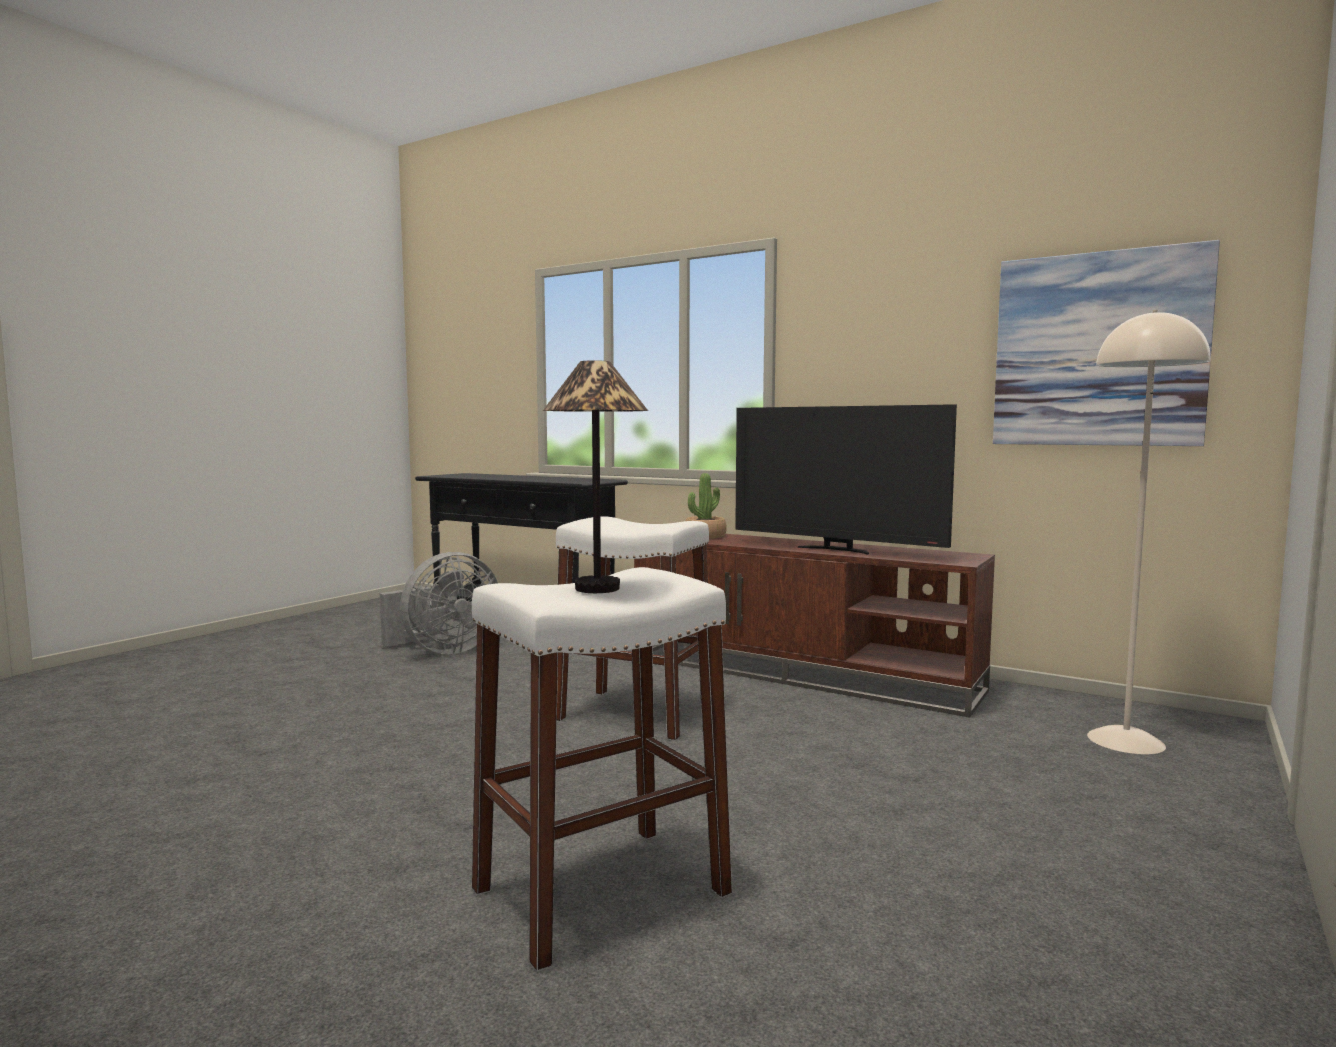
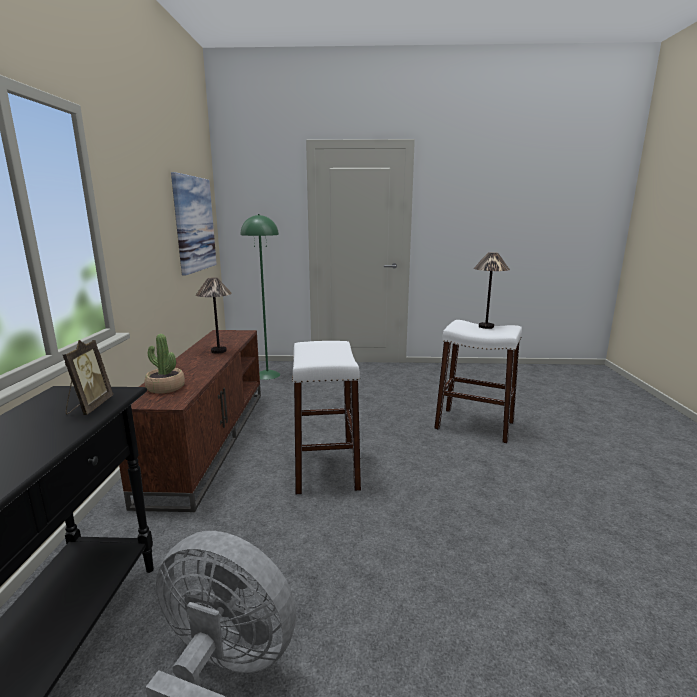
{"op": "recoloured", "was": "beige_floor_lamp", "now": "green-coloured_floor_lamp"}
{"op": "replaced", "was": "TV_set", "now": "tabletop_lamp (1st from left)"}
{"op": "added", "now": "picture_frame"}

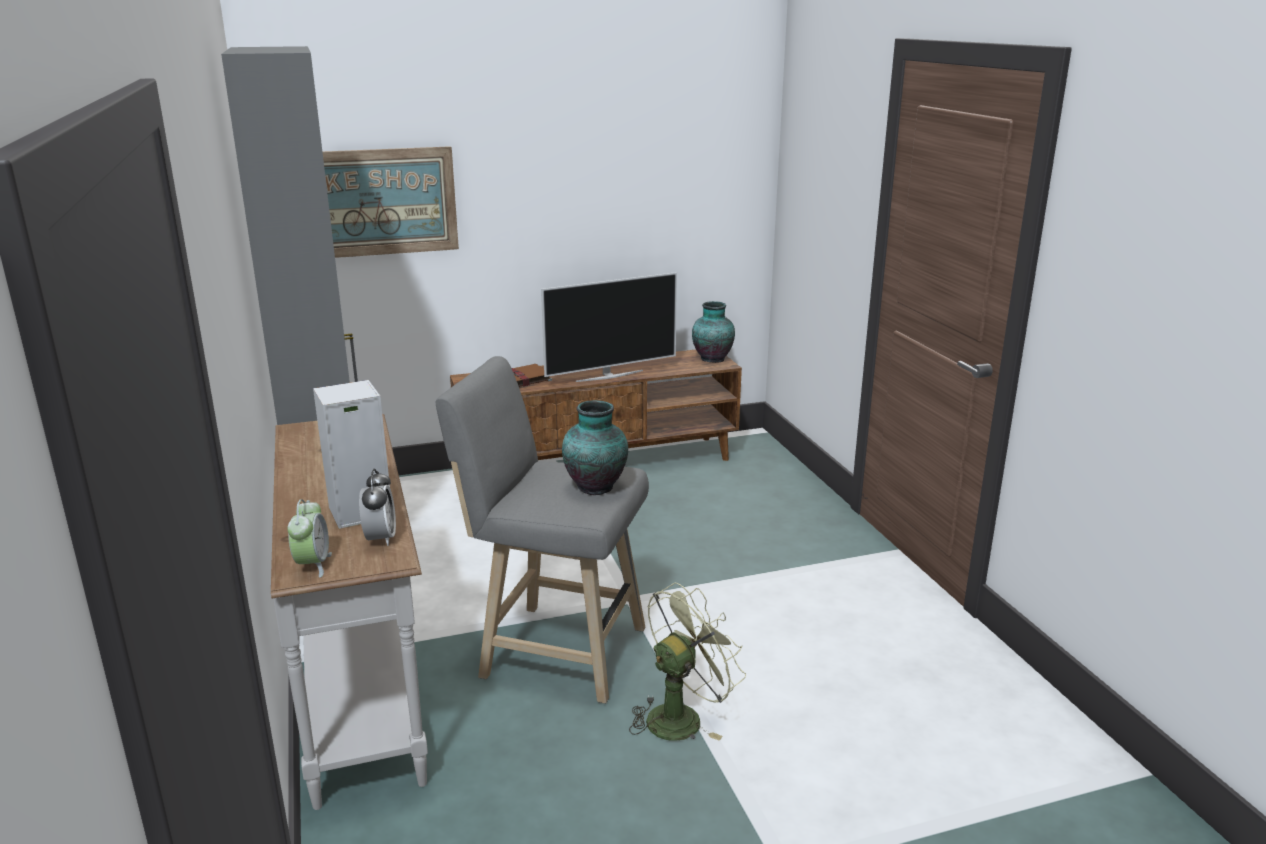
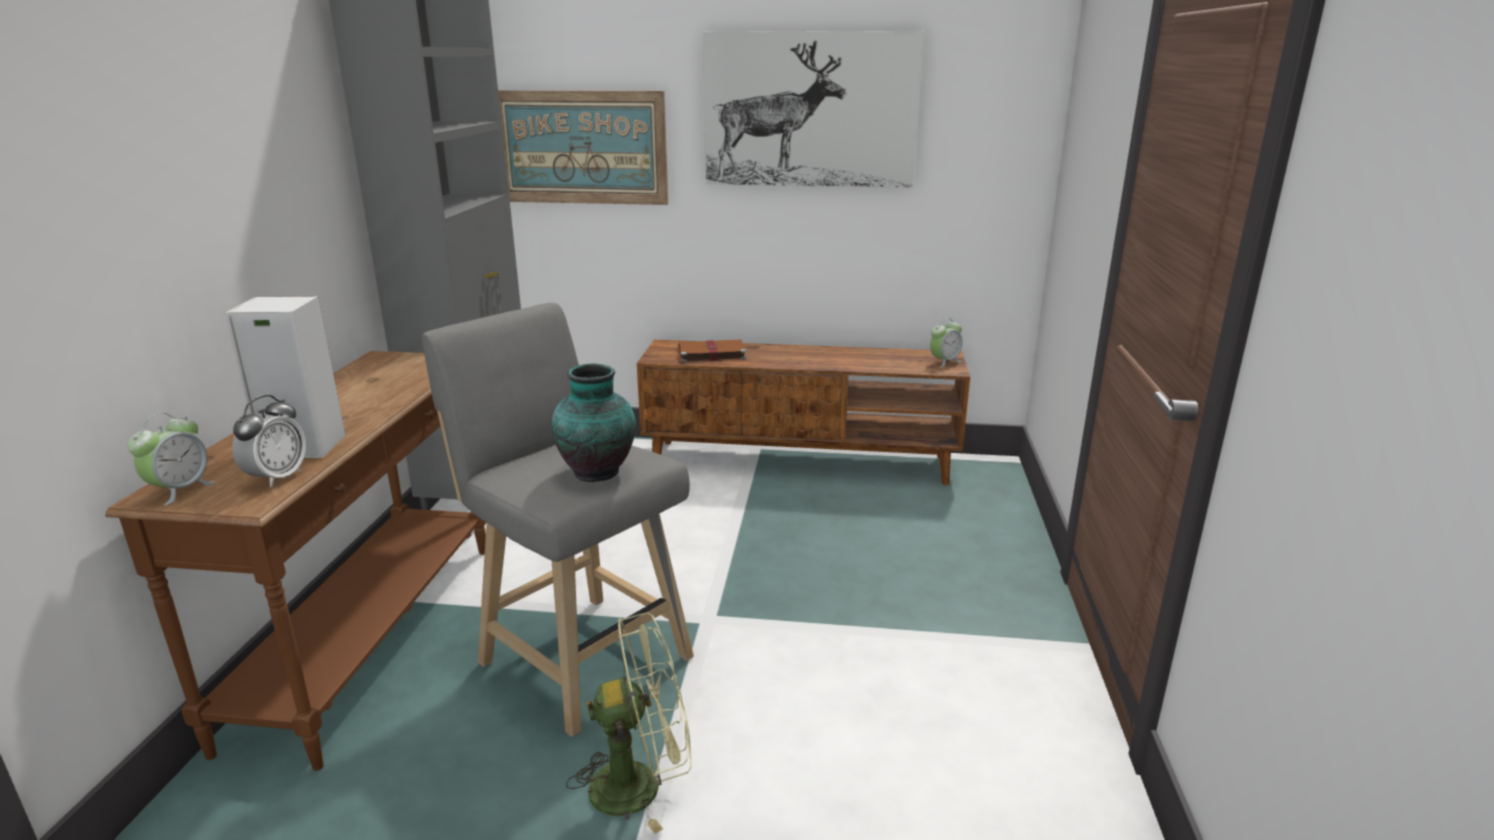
{"op": "removed", "was": "TV_set"}
{"op": "replaced", "was": "decorative_vase (2nd from left)", "now": "bedside_clock (3rd from left)"}
{"op": "recoloured", "was": "white-coloured_console_table", "now": "brown_console_table"}
{"op": "added", "now": "wall_art (2nd from left)"}

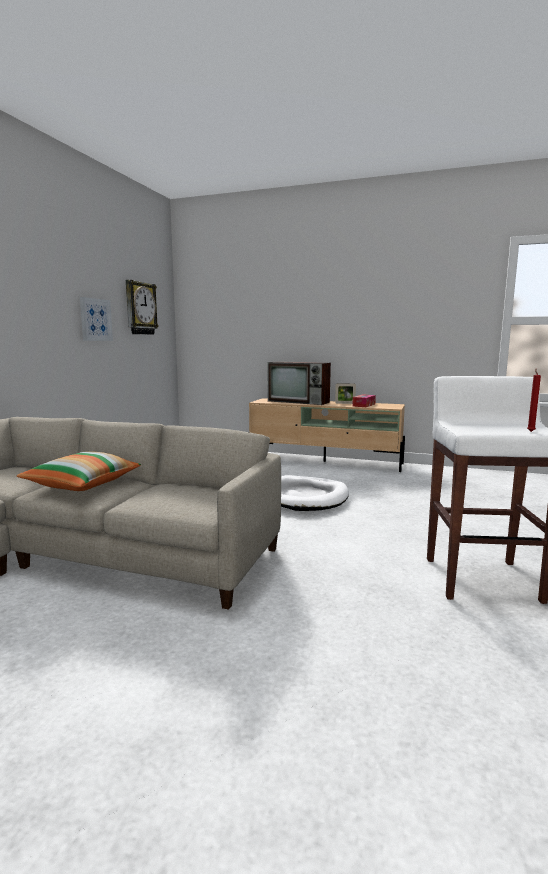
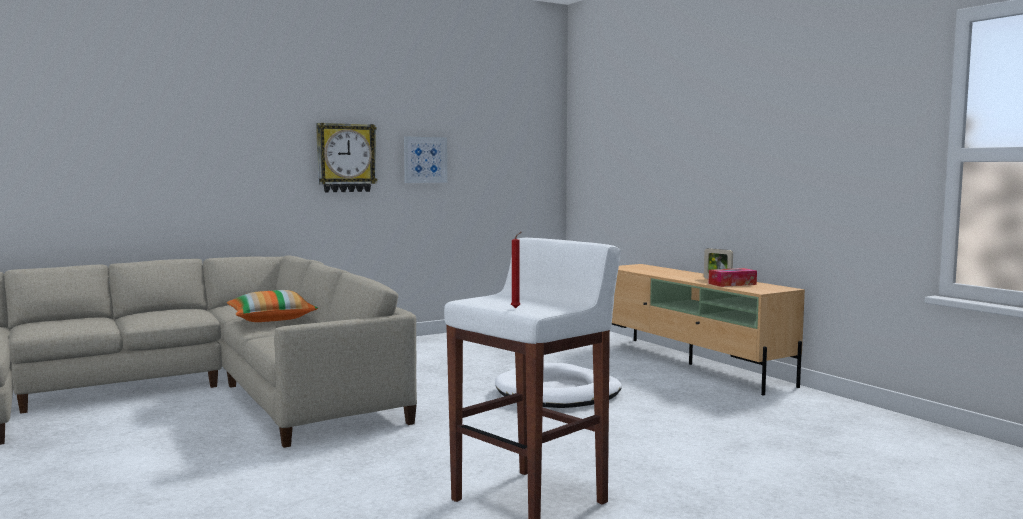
{"op": "moved", "was": "wall_clock"}
{"op": "removed", "was": "TV_set"}

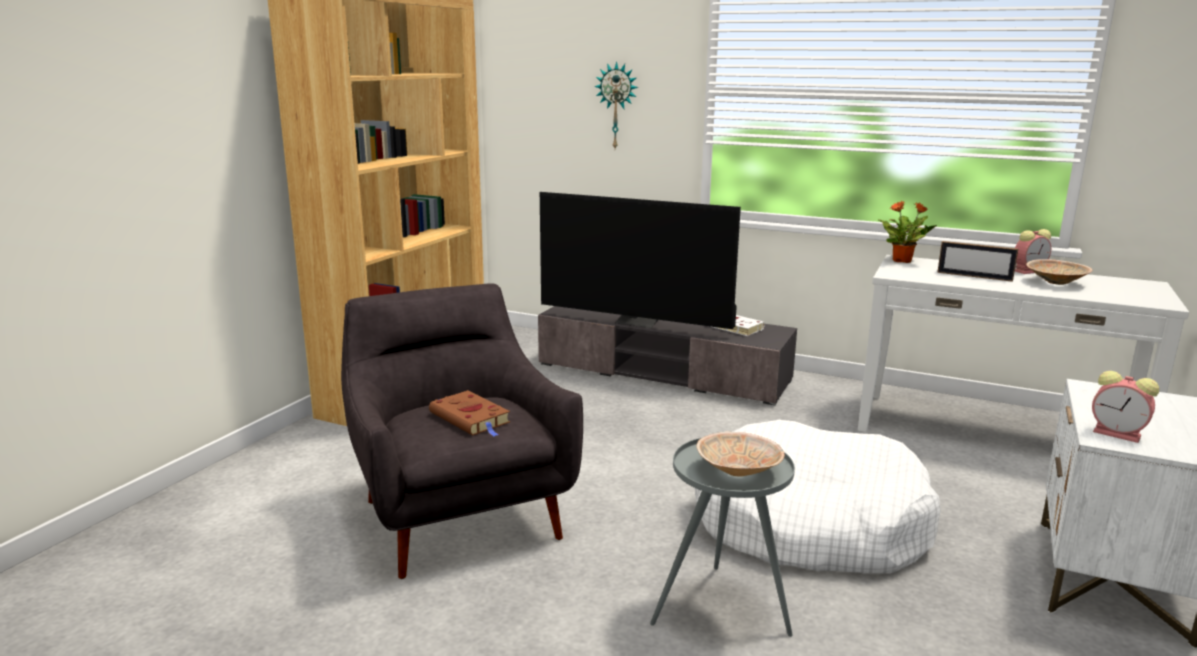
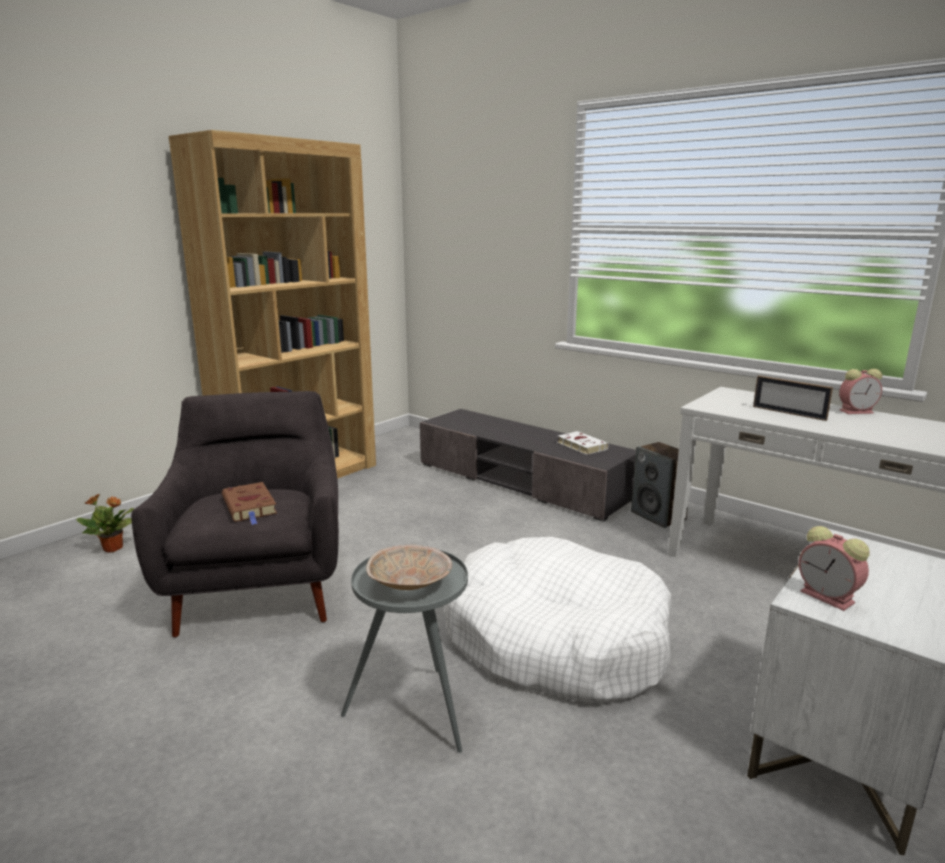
{"op": "removed", "was": "wall_clock"}
{"op": "removed", "was": "TV_set"}
{"op": "moved", "was": "potted_plant"}
{"op": "removed", "was": "beige_serving_bowl (2nd from left)"}
{"op": "added", "now": "audio_speaker"}

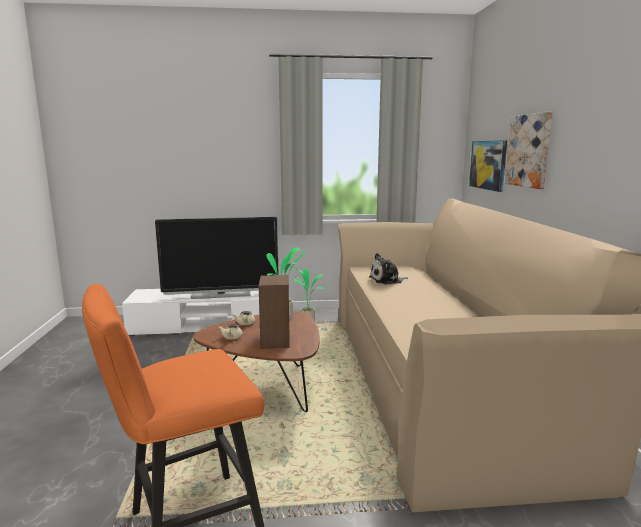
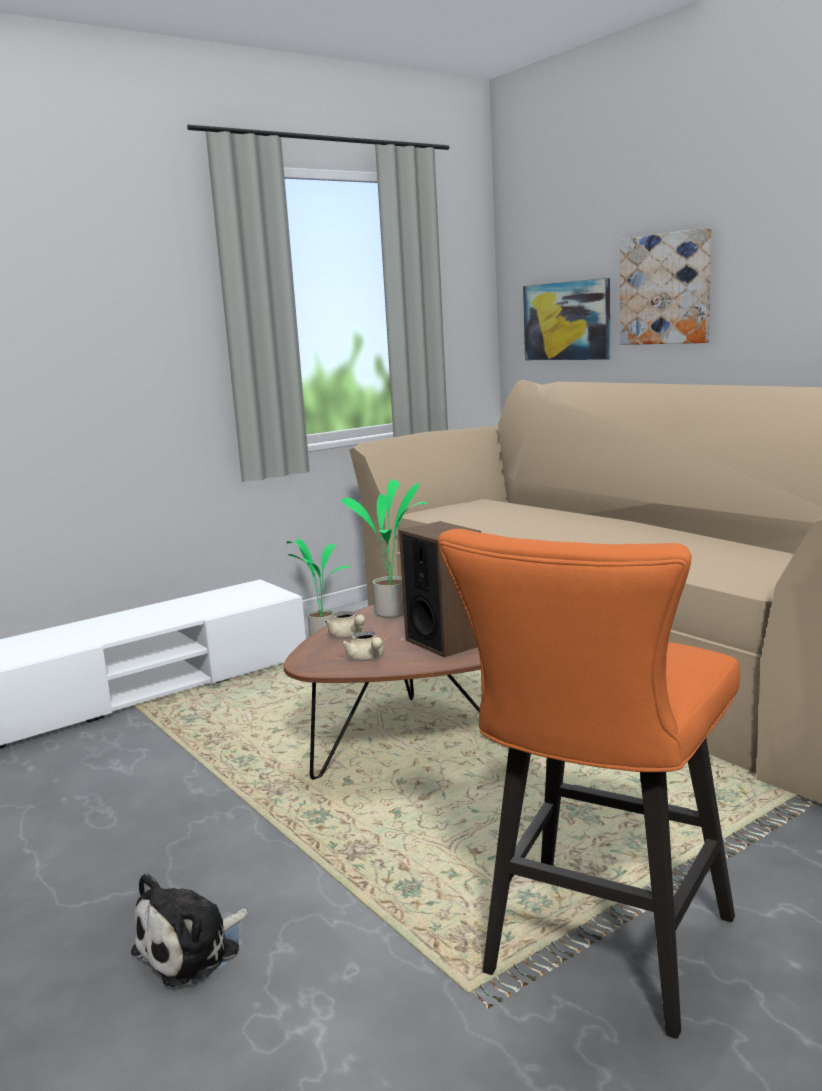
{"op": "removed", "was": "TV_set"}
{"op": "moved", "was": "soft_toy"}

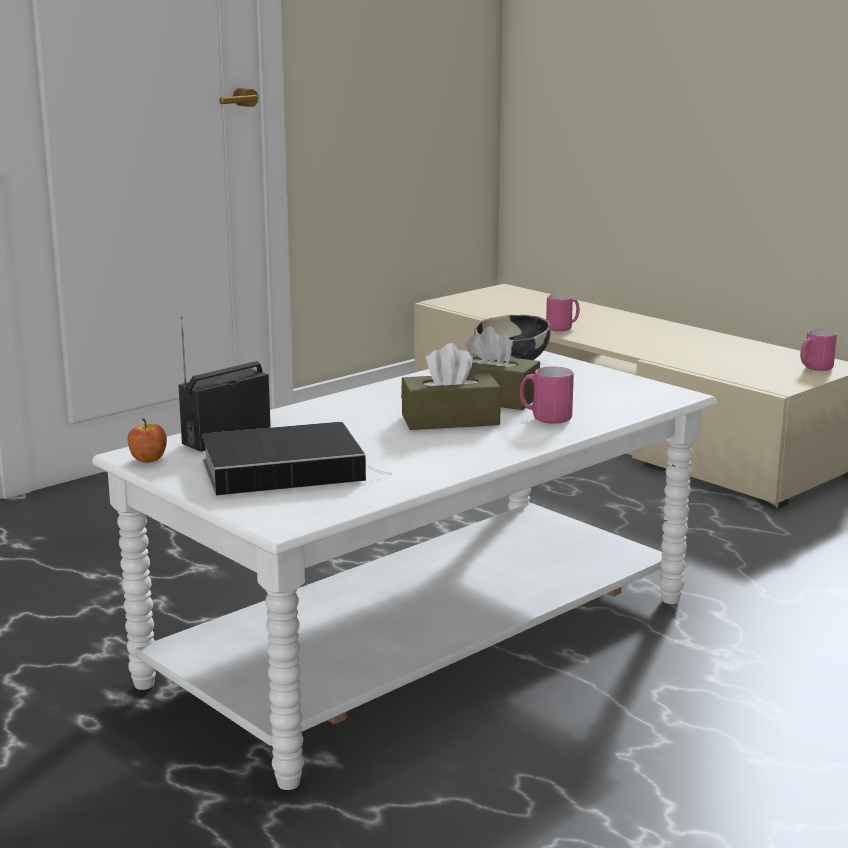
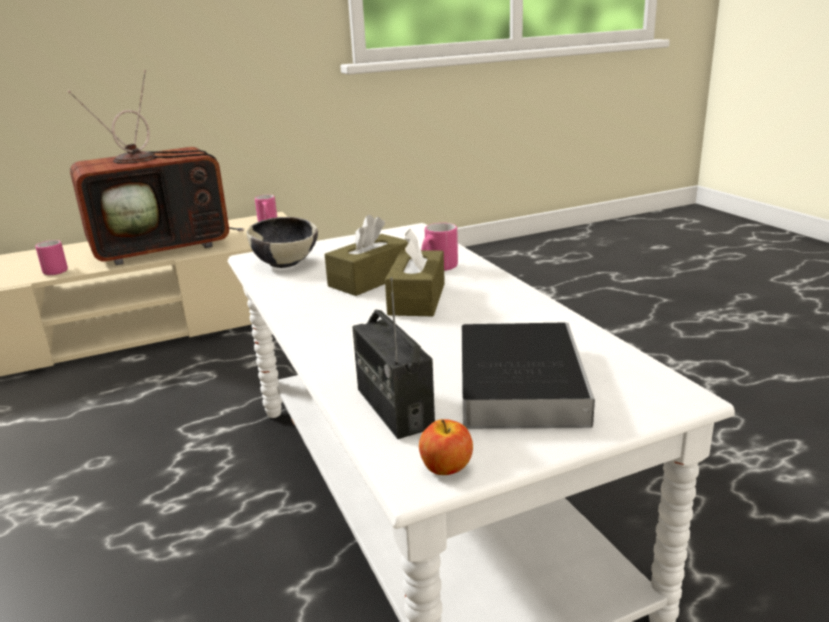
{"op": "added", "now": "TV_set"}

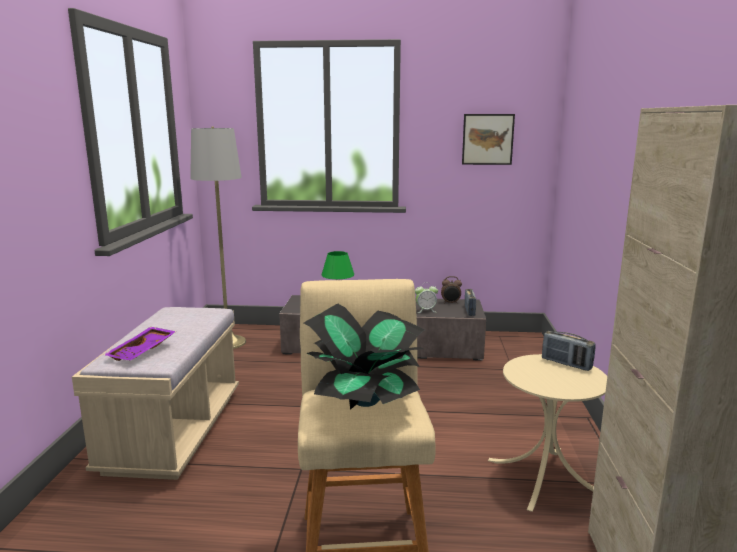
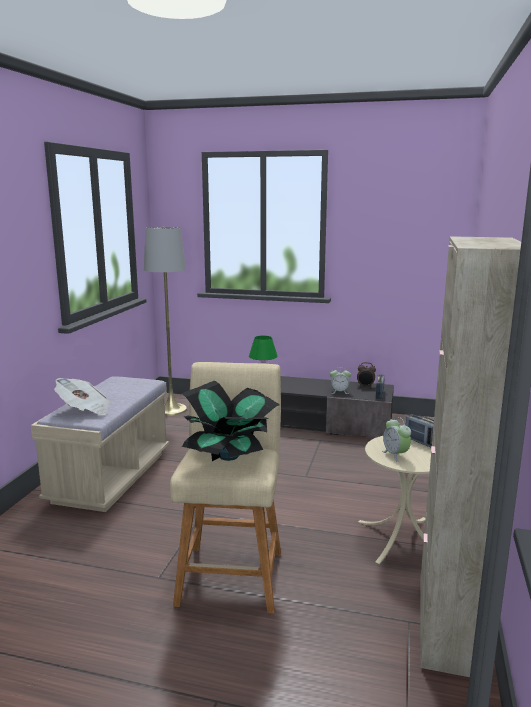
{"op": "removed", "was": "wall_art"}
{"op": "replaced", "was": "purple-coloured_tray", "now": "printed_paper"}
{"op": "added", "now": "bedside_clock (3rd from left)"}

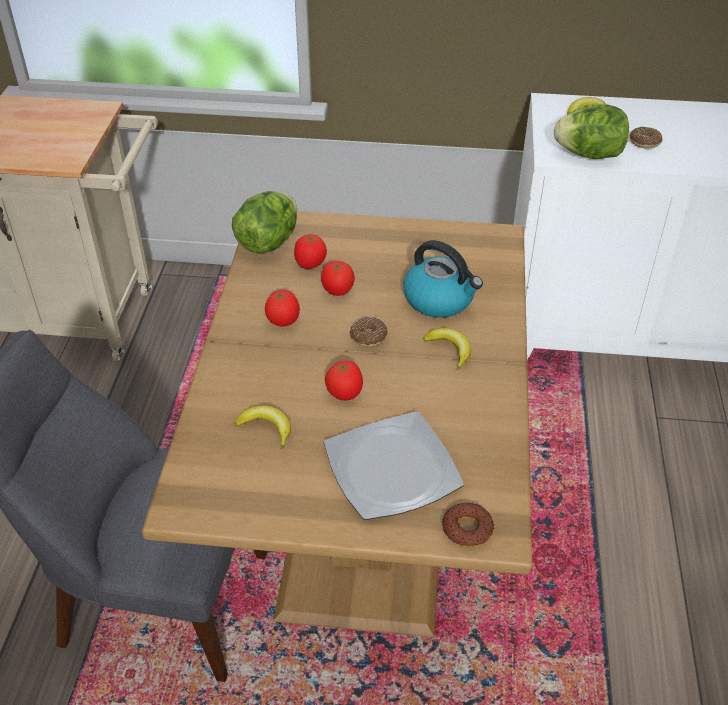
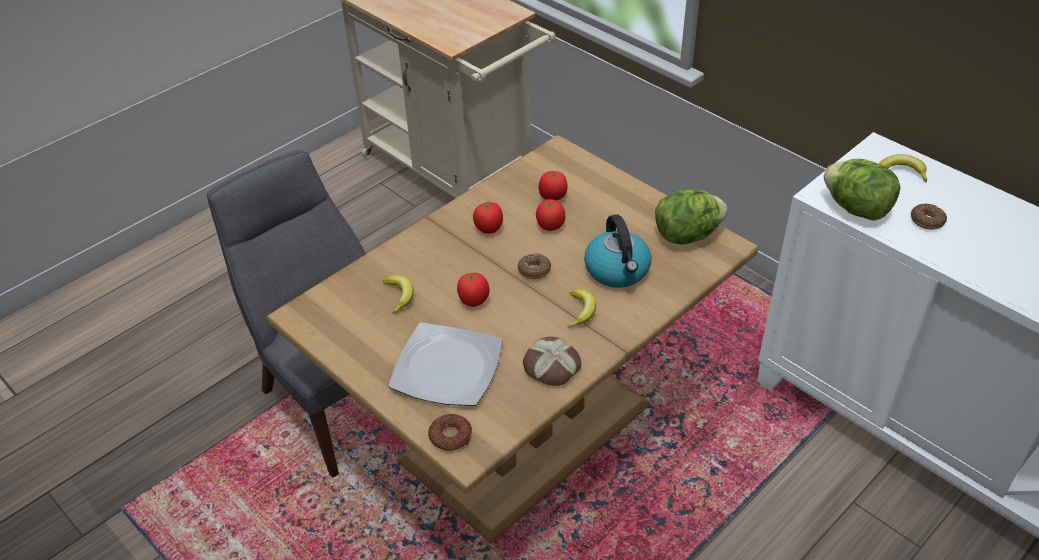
{"op": "moved", "was": "lettuce (1st from left)"}
{"op": "added", "now": "bakery_bread"}

